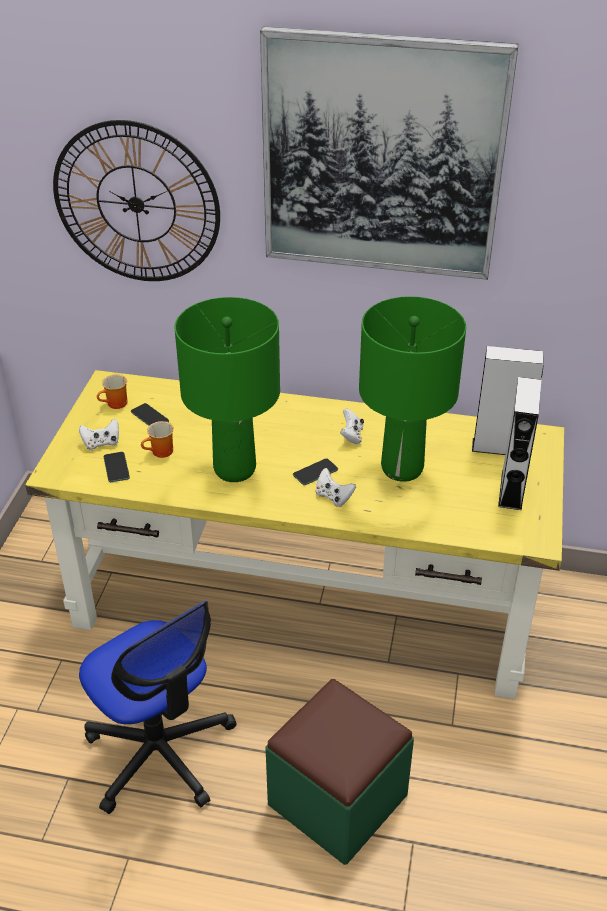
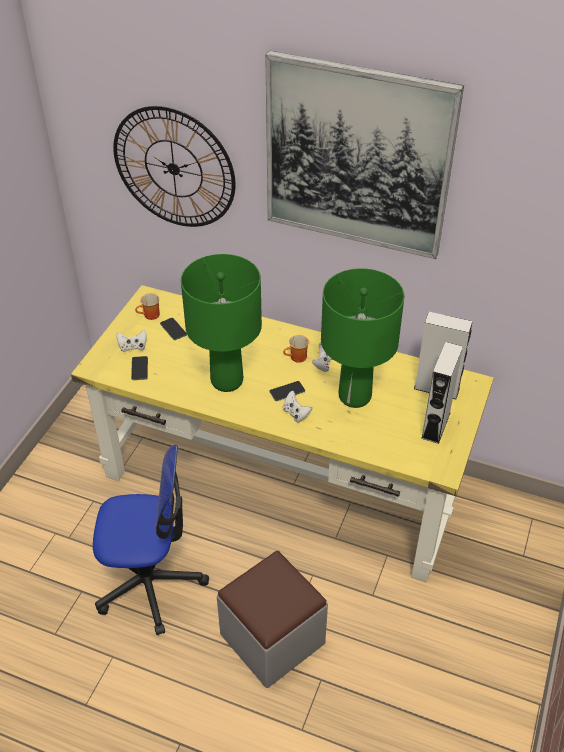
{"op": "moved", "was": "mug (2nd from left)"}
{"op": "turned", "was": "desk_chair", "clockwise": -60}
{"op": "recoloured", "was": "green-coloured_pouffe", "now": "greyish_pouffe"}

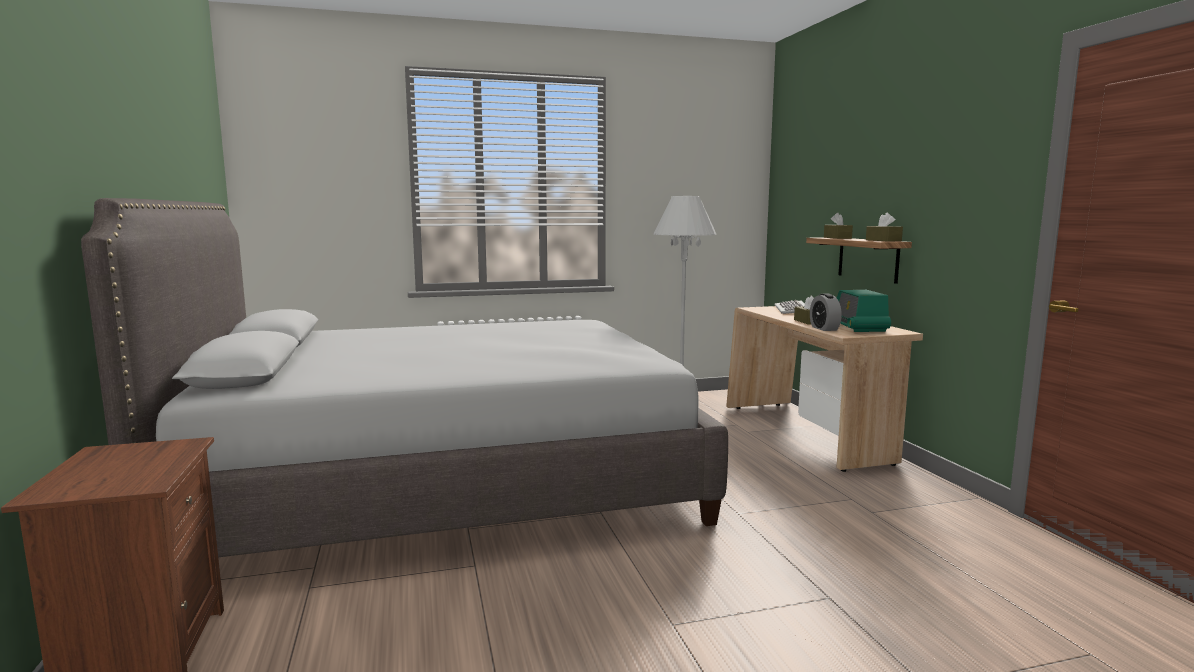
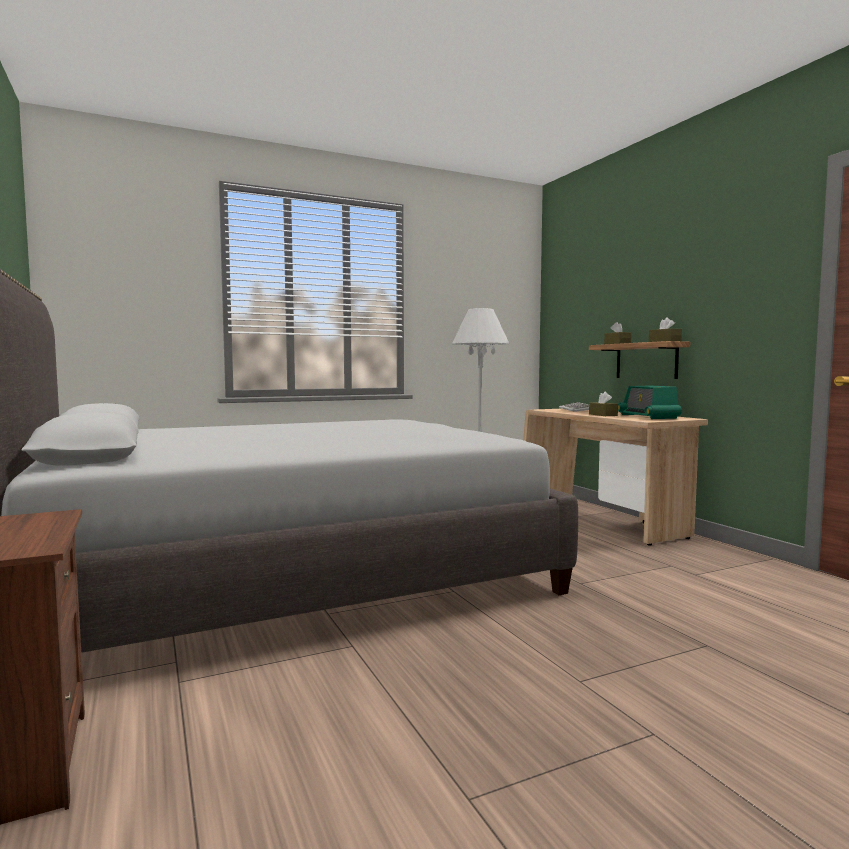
{"op": "removed", "was": "bedside_clock"}

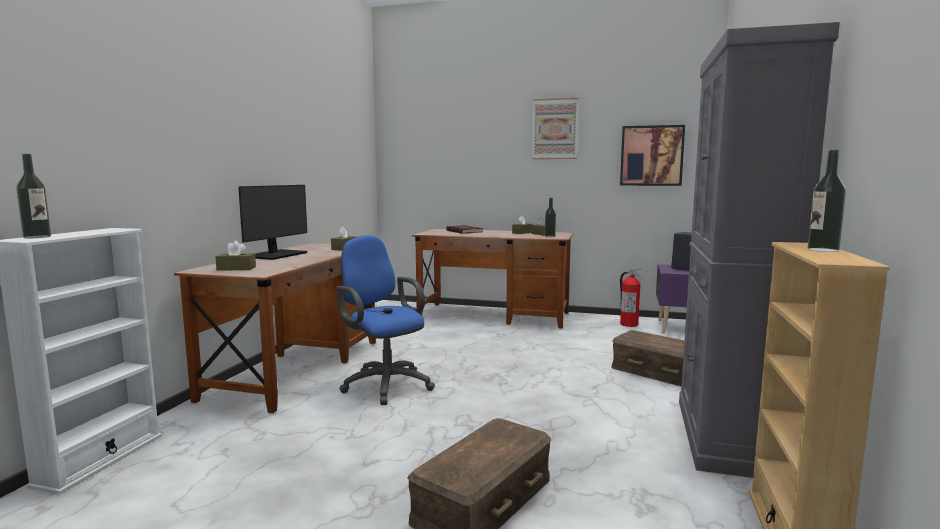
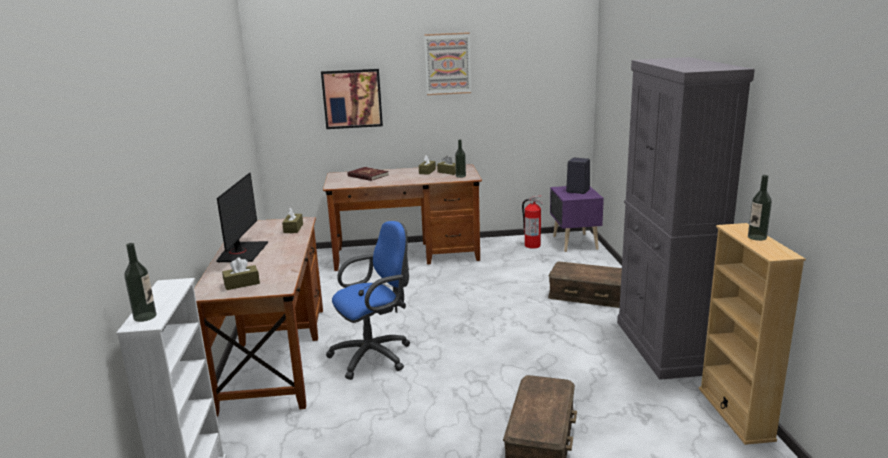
{"op": "moved", "was": "wall_art (2nd from left in the first image)", "now": "wall_art (1st from left)"}
{"op": "turned", "was": "bluish_desk_chair", "clockwise": 120}

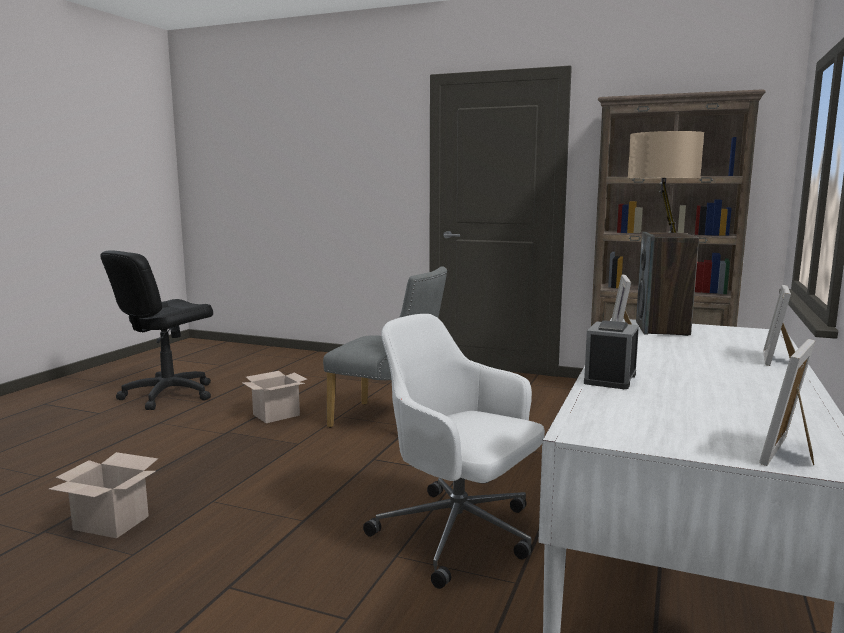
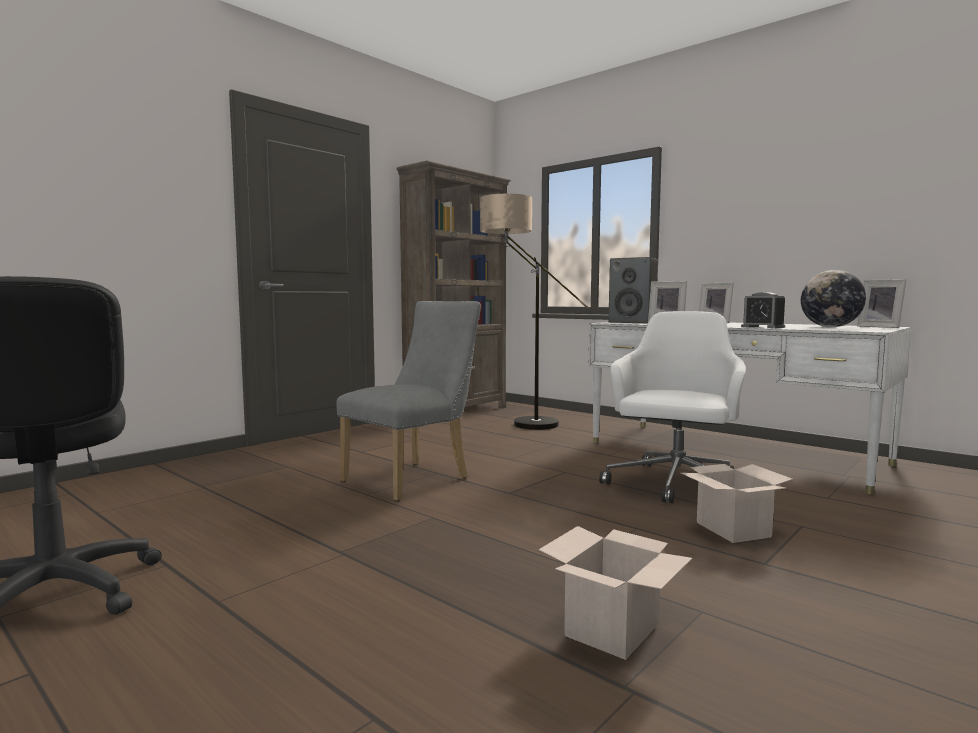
{"op": "turned", "was": "white-coloured_desk_chair", "clockwise": 150}
{"op": "moved", "was": "carton (2nd from left)"}
{"op": "added", "now": "globe"}

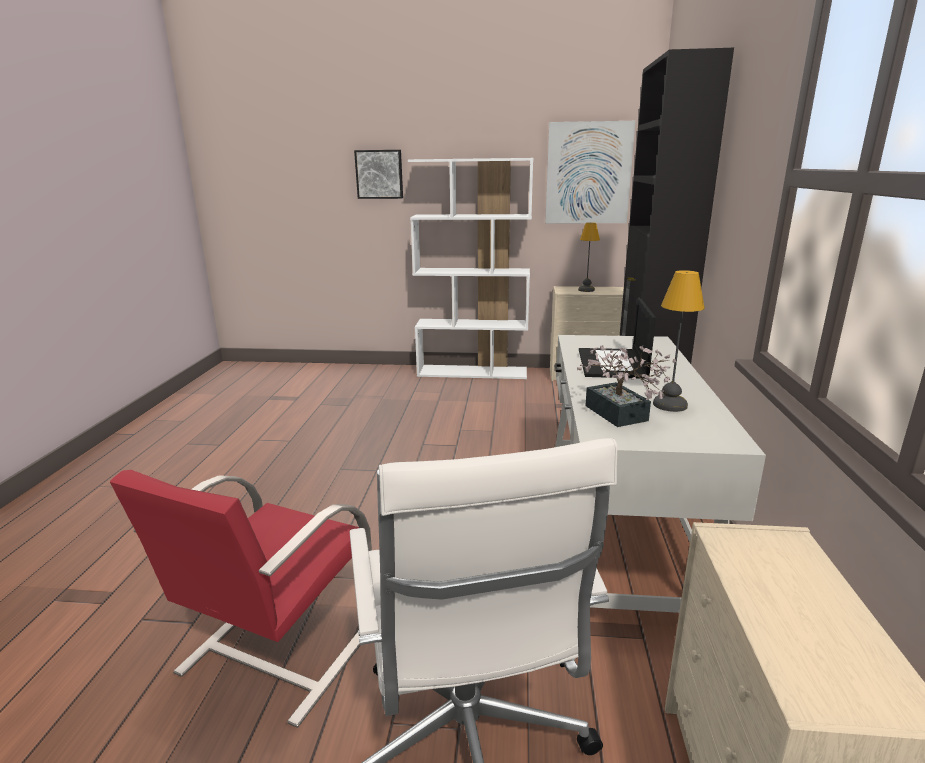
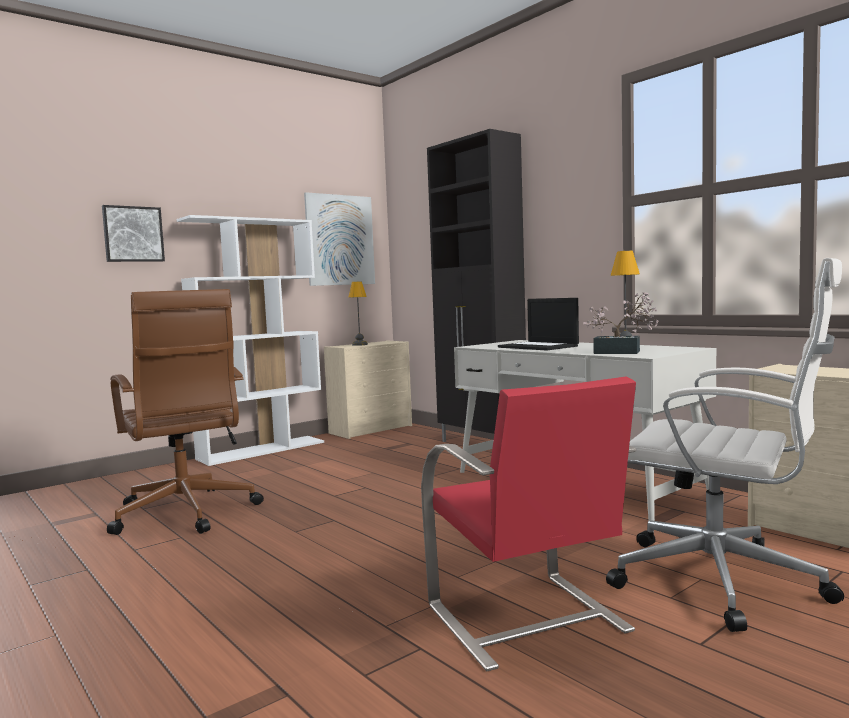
{"op": "added", "now": "brown_desk_chair"}

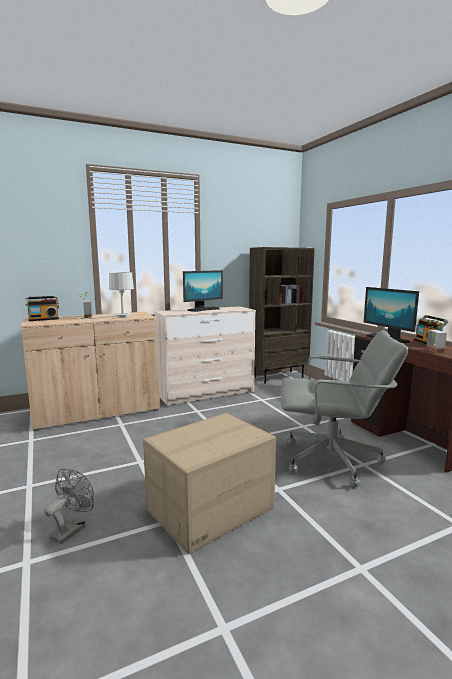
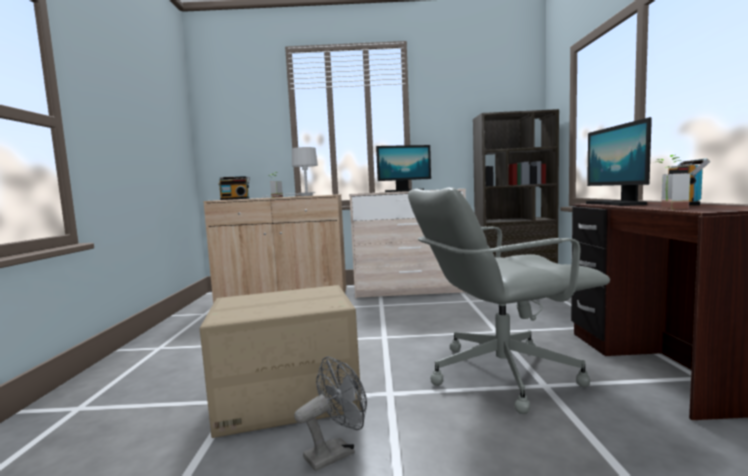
{"op": "turned", "was": "greyish_desk_chair", "clockwise": 135}
{"op": "moved", "was": "greyish_fan"}

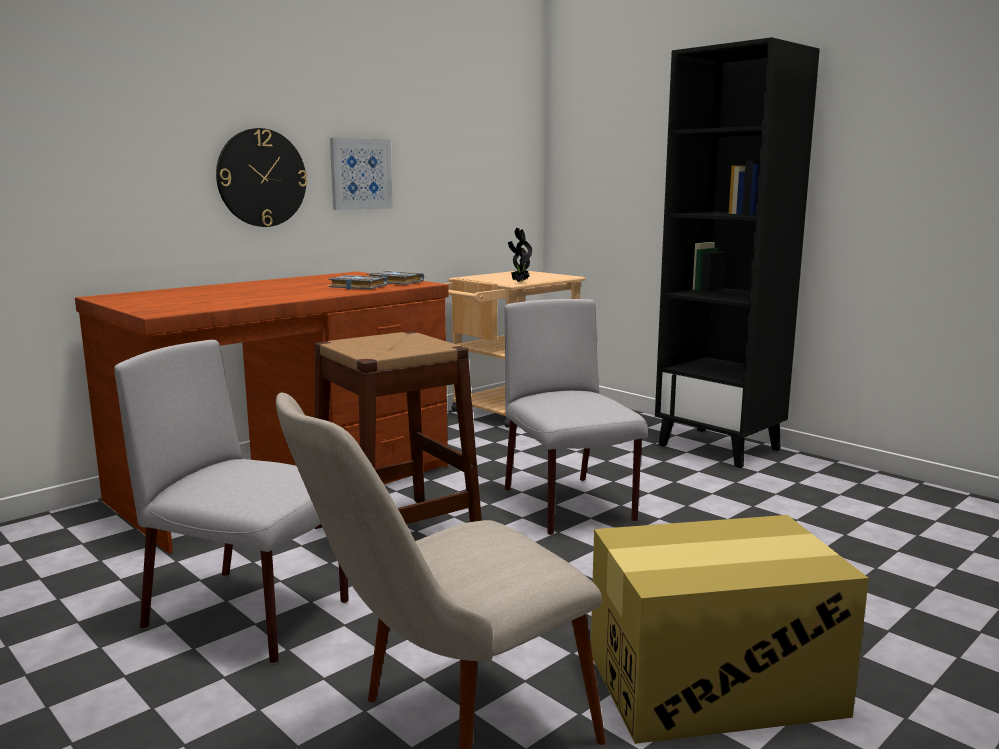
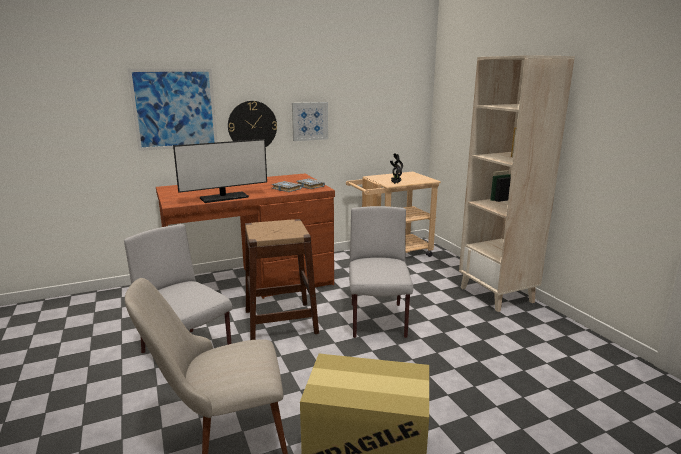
{"op": "recoloured", "was": "black-coloured_shelving_unit", "now": "beige_shelving_unit"}
{"op": "added", "now": "wall_art (1st from left)"}
{"op": "added", "now": "computer_display"}

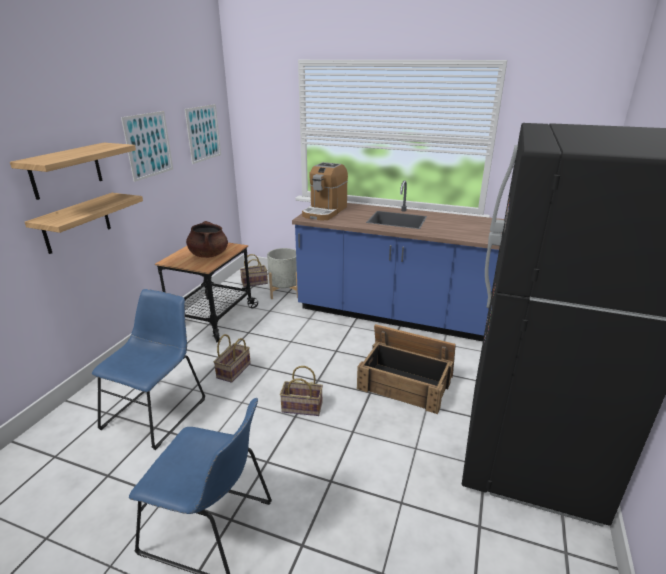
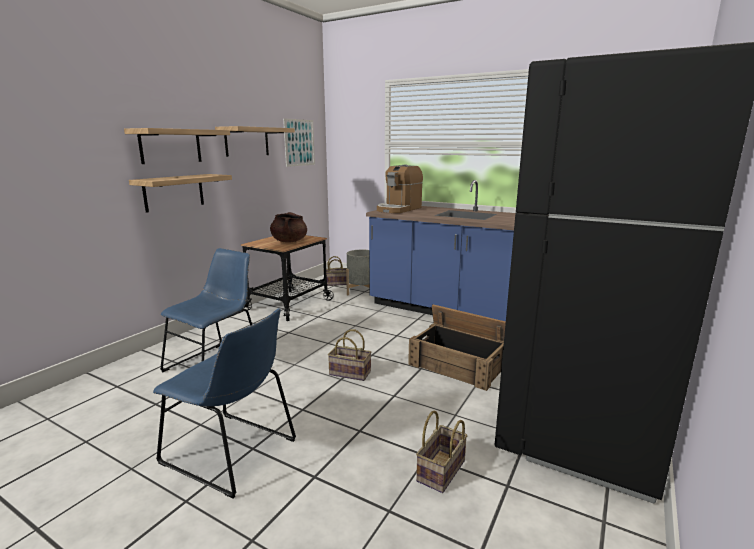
{"op": "replaced", "was": "wall_art (1st from left)", "now": "shelf (3rd from left)"}
{"op": "moved", "was": "household_basket (1st from left in the first image)", "now": "household_basket (3rd from left)"}

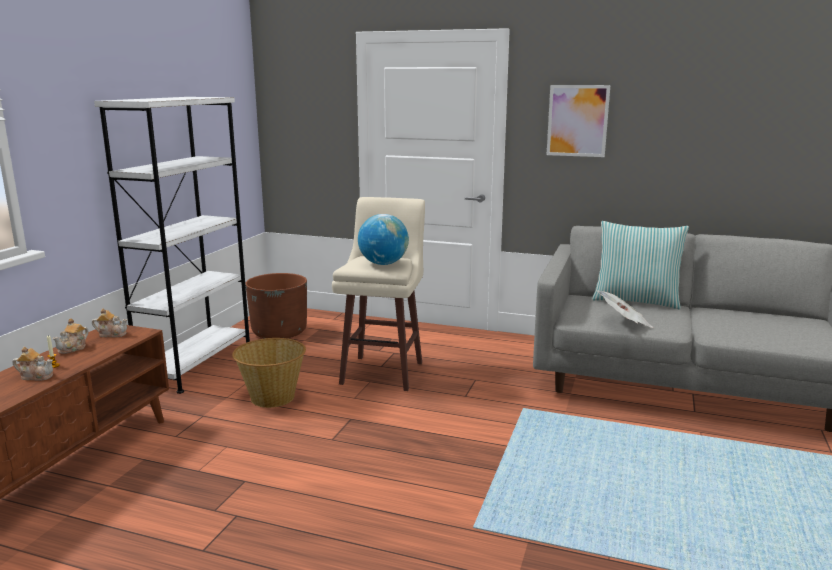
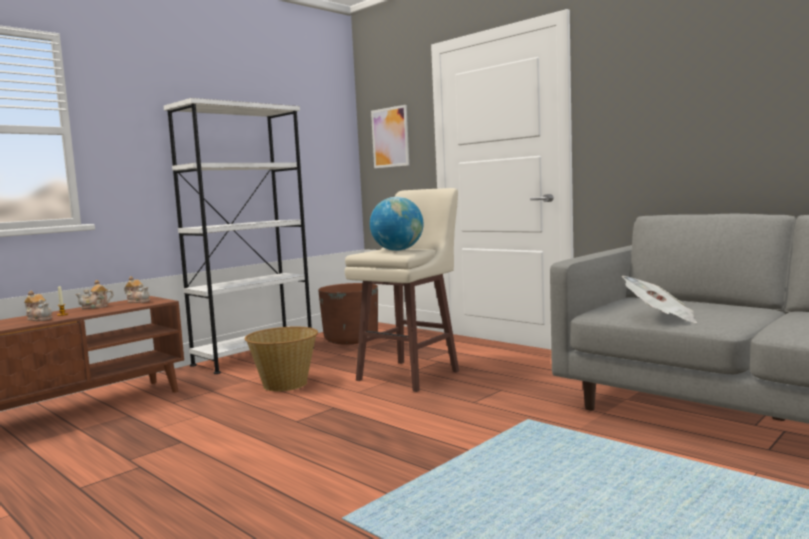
{"op": "moved", "was": "wall_art"}
{"op": "removed", "was": "cushion"}

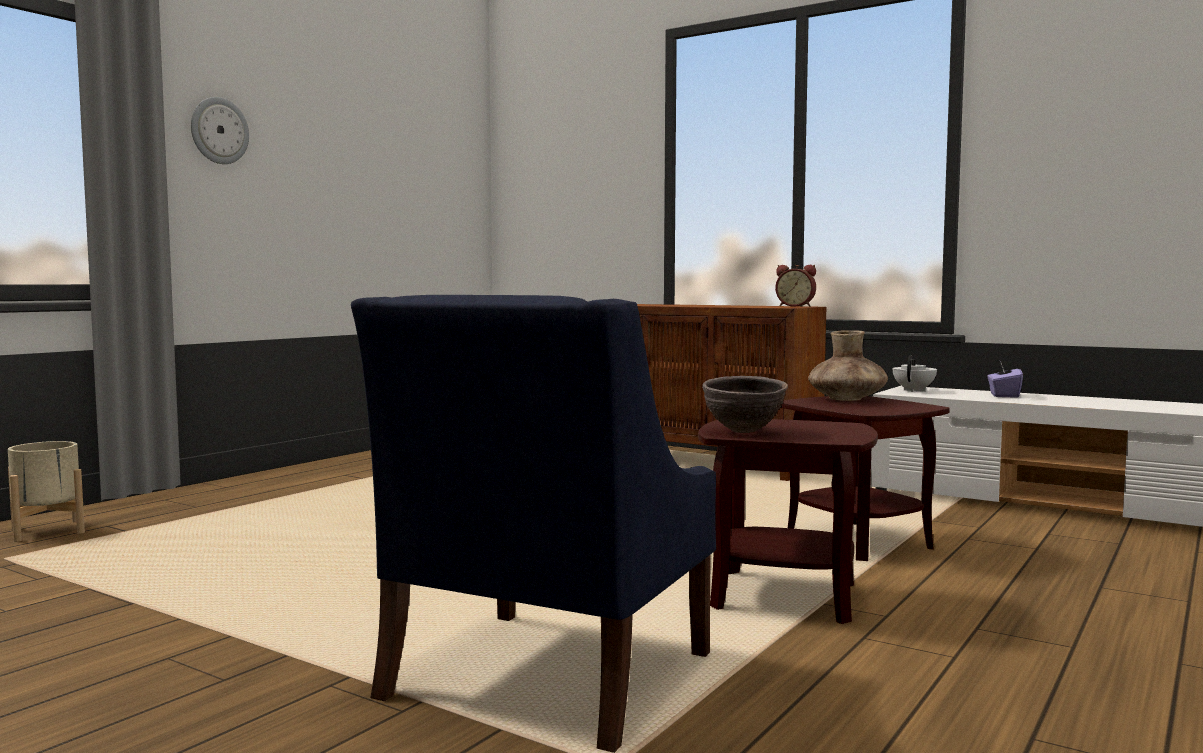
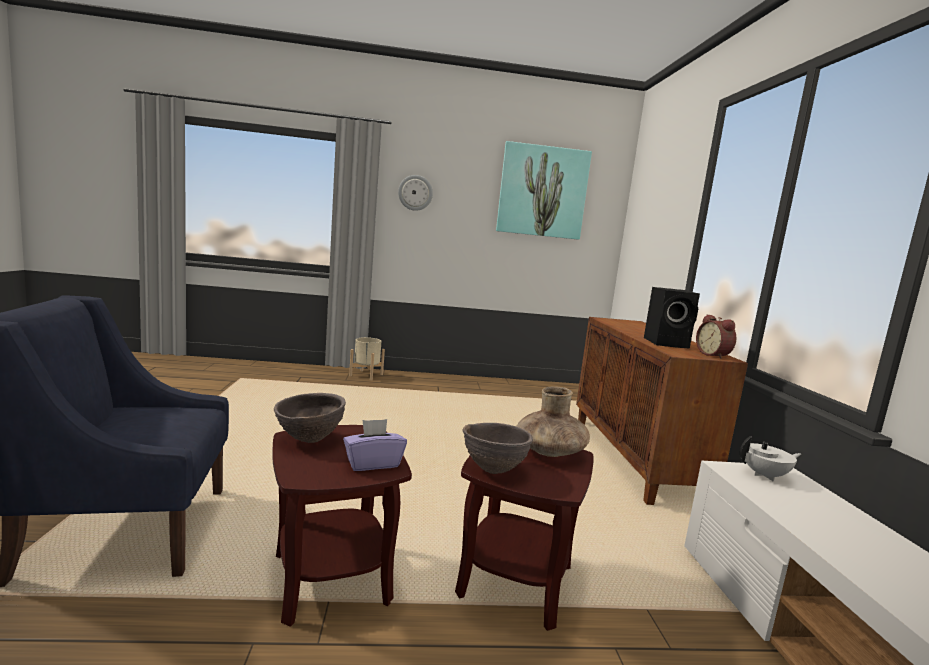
{"op": "moved", "was": "purple-coloured_tissue_holder"}
{"op": "moved", "was": "beige_flower_pot"}
{"op": "added", "now": "wall_art"}
{"op": "added", "now": "black-coloured_audio_speaker"}
{"op": "added", "now": "brown_serving_bowl (2nd from left)"}

